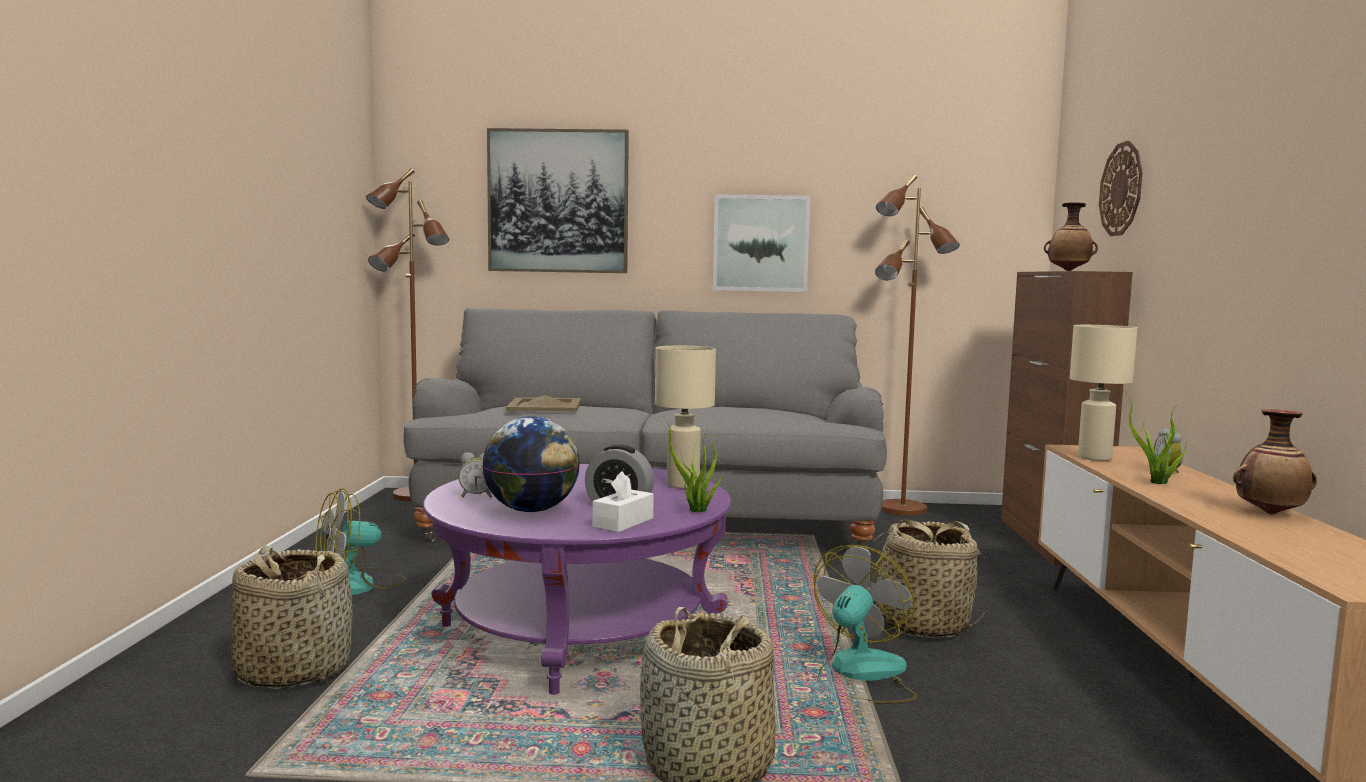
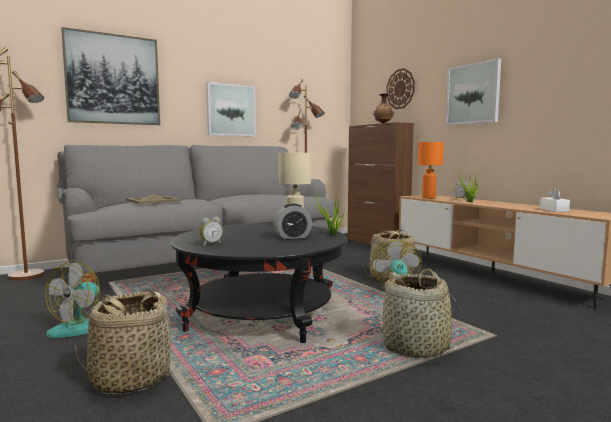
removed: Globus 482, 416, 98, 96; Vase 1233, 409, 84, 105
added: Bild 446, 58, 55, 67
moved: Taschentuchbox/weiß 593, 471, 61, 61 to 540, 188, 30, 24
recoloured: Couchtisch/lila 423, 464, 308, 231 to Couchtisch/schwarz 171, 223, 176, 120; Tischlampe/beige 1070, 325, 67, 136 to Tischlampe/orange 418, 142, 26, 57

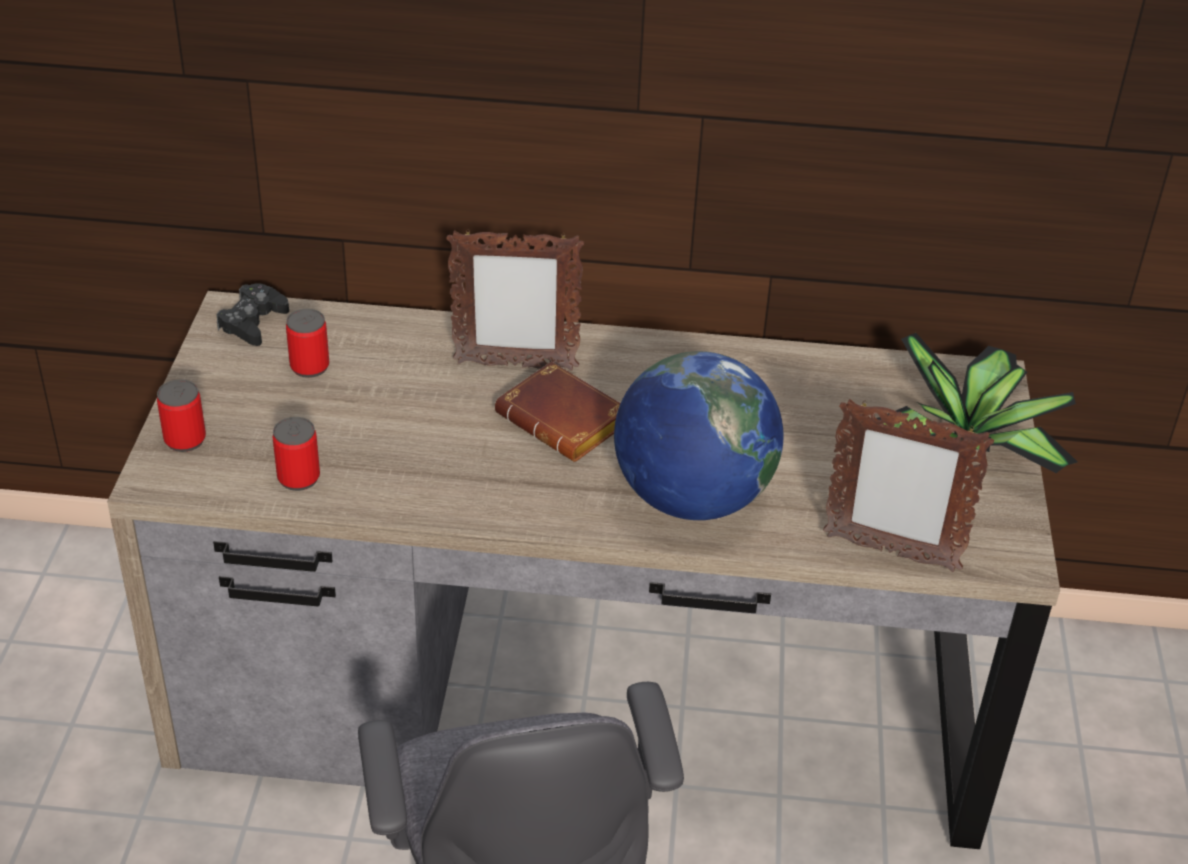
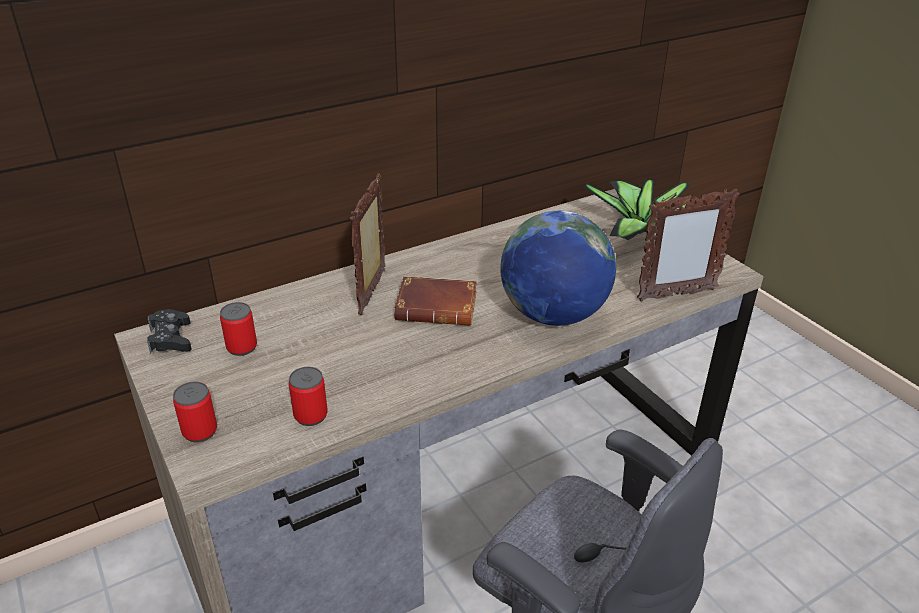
turned: Bilderrahmen 446, 229, 138, 142 = 350, 173, 36, 142 135 degrees clockwise

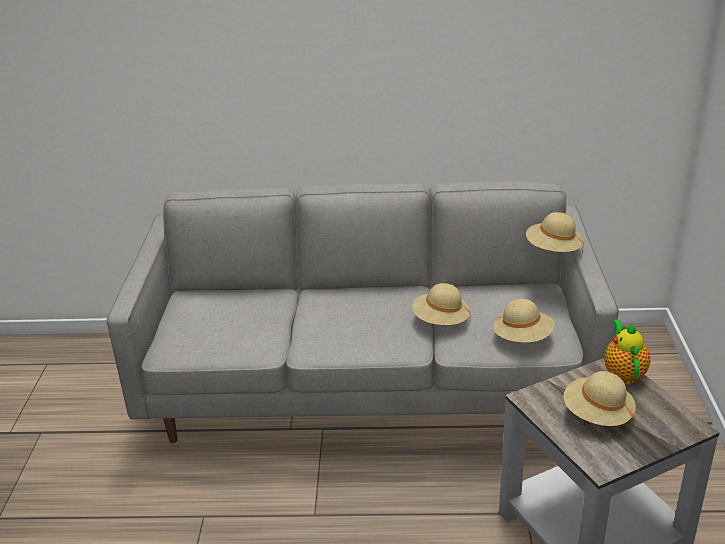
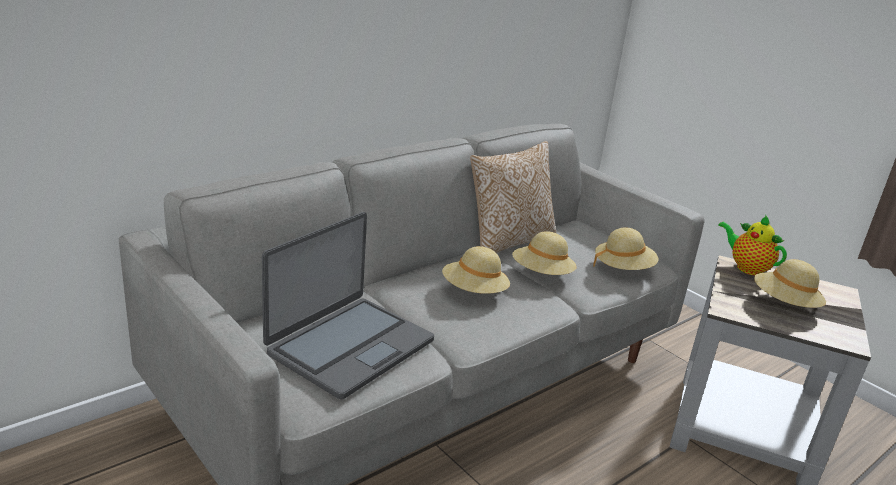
added: Laptop 262, 212, 172, 187; Kissen 470, 141, 86, 112
moved: Hut/beige 526, 212, 58, 41 to 442, 246, 68, 48

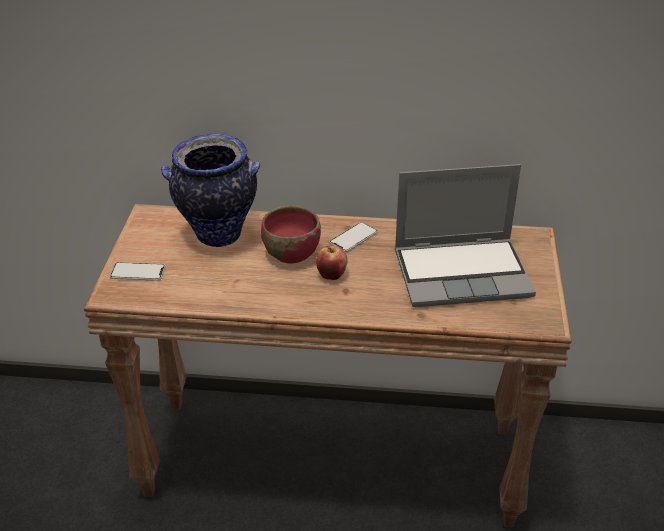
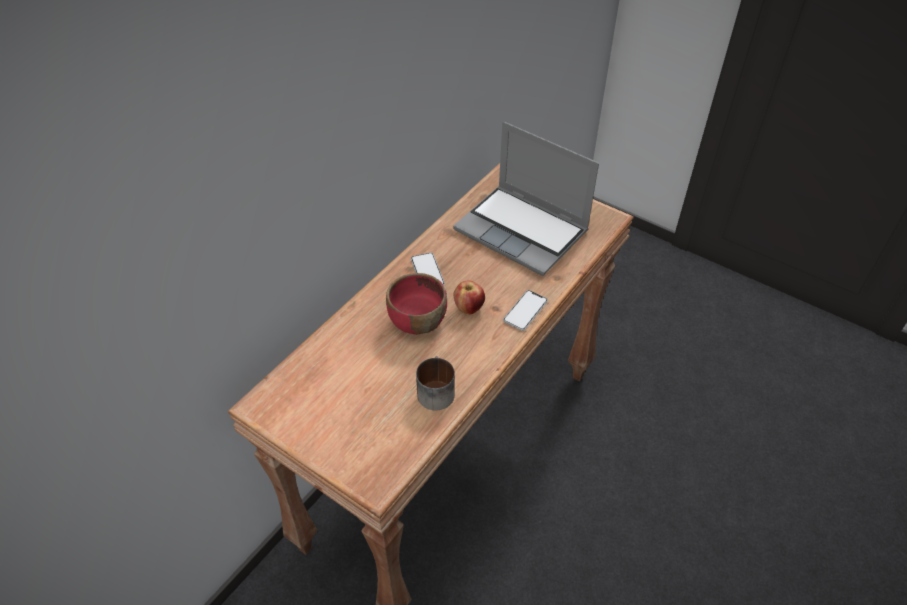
removed: Vase 161, 134, 99, 113
added: Henkelbecher 416, 356, 39, 54
moved: Handy 110, 262, 55, 19 to 503, 290, 45, 41
turned: Laptop 395, 164, 141, 143 = 453, 121, 146, 155 105 degrees clockwise

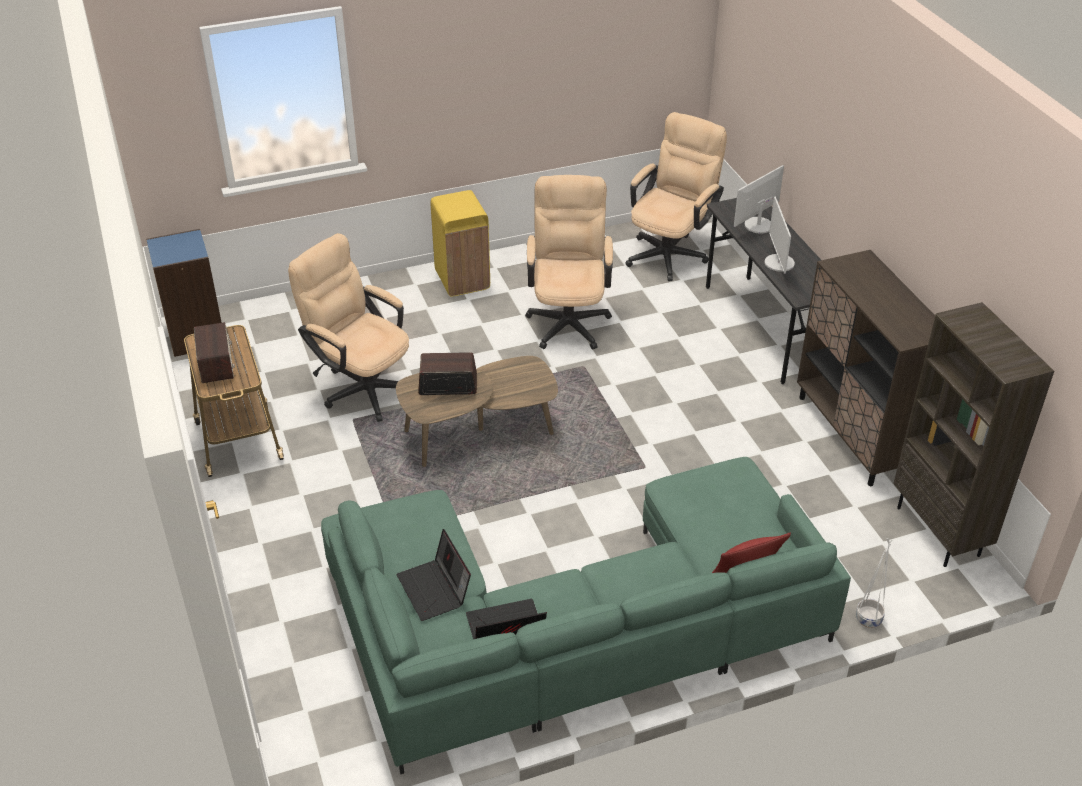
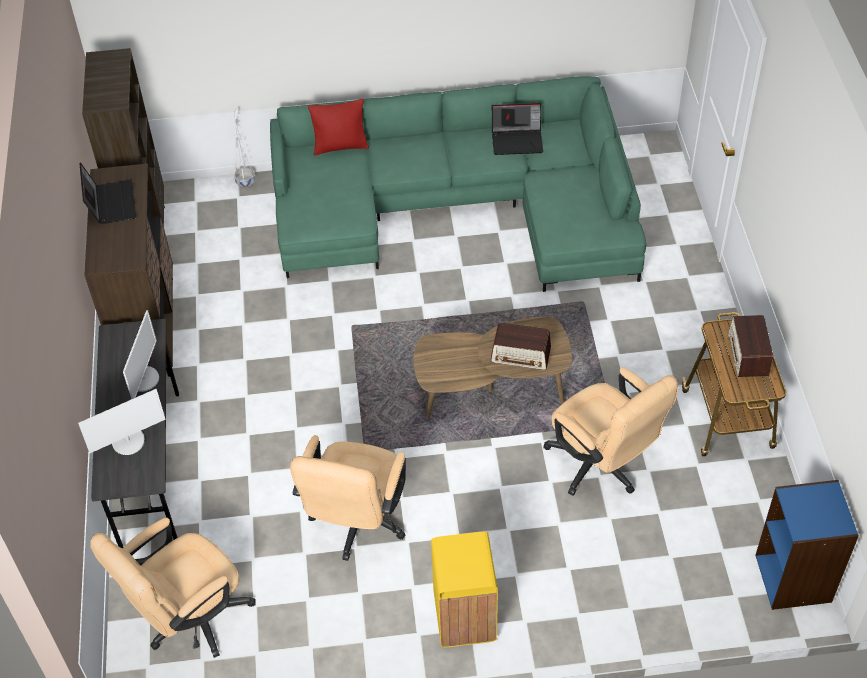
moved: Laptop 396, 529, 75, 92 to 79, 162, 57, 62

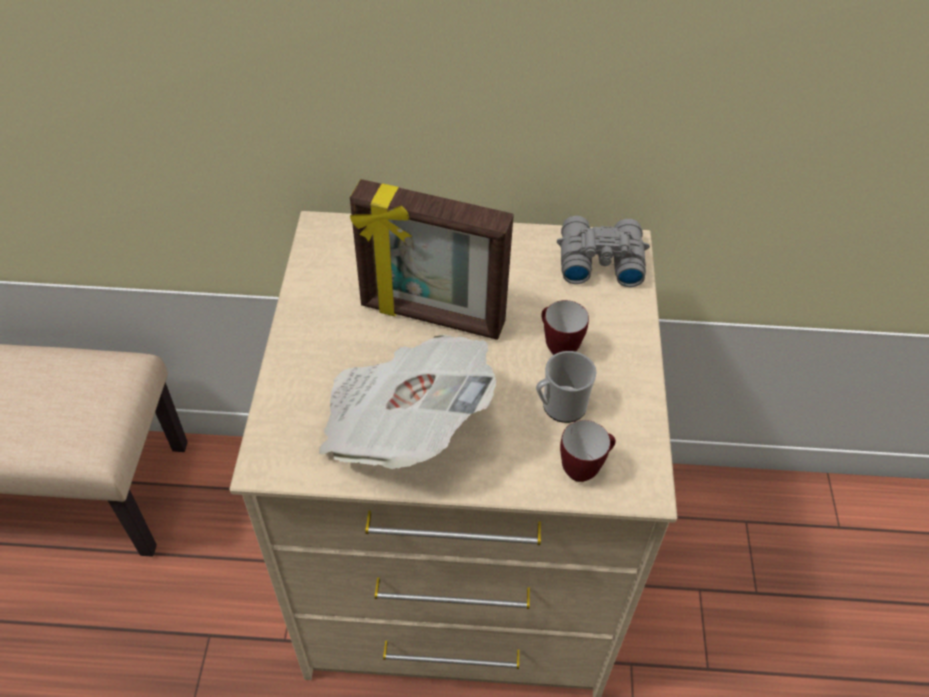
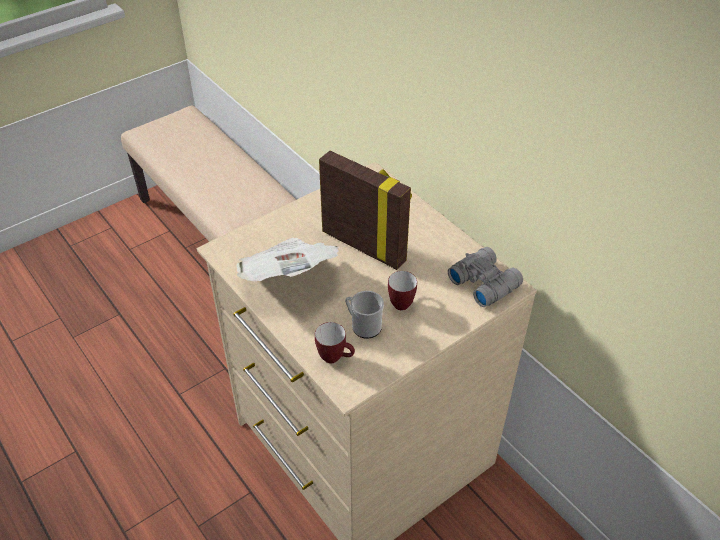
turned: Bilderrahmen 350, 179, 164, 161 = 319, 151, 93, 119 150 degrees clockwise

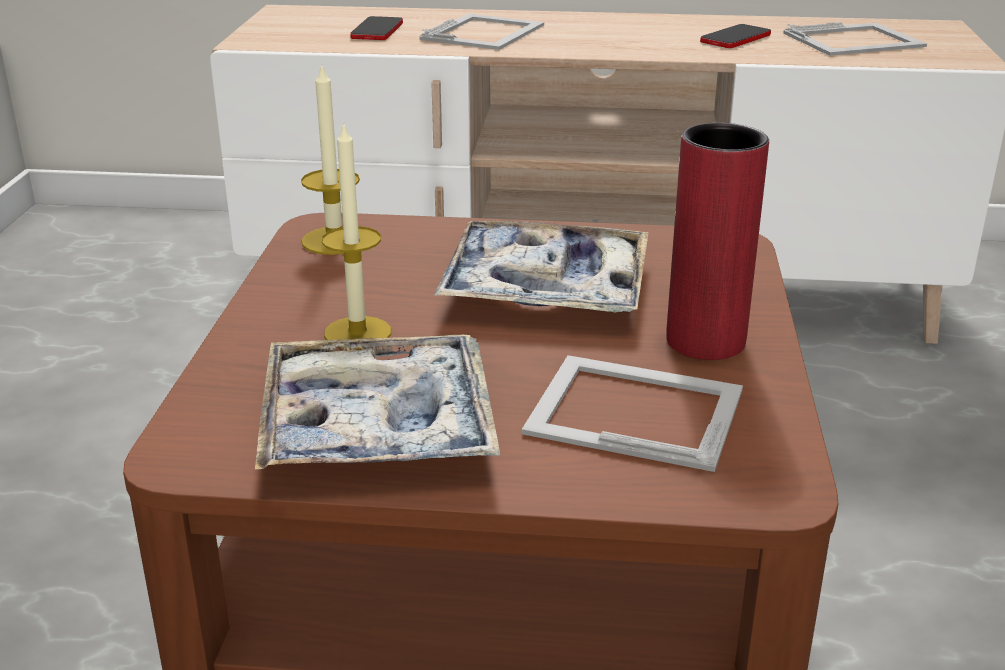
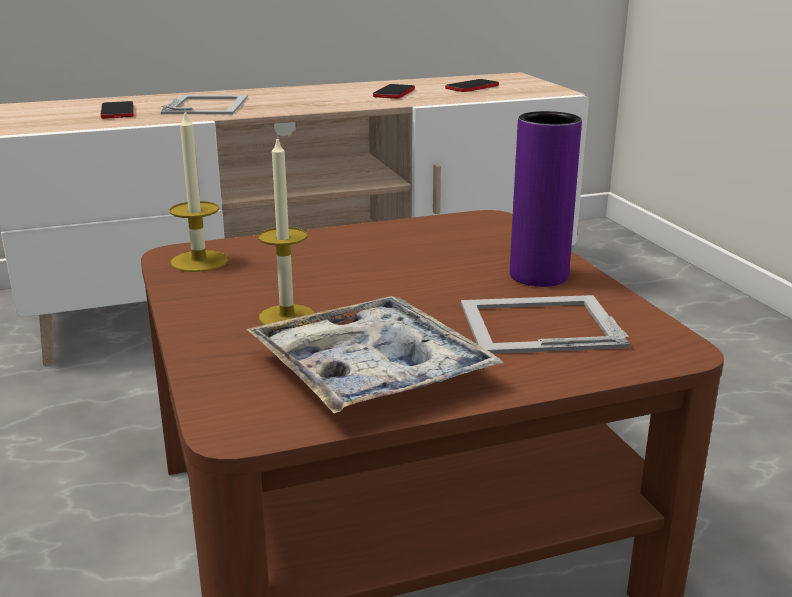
removed: Tablett 434, 221, 215, 91
replaced: Bilderrahmen 783, 22, 144, 34 to Handy 445, 79, 54, 13
recoloured: Vase/rot 666, 123, 103, 237 to Vase/lila 510, 111, 72, 176

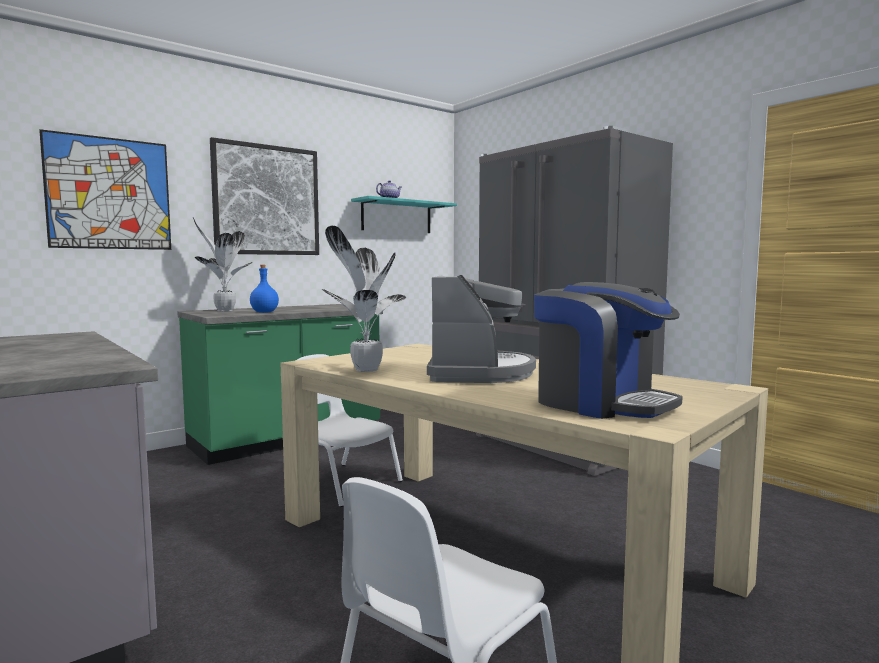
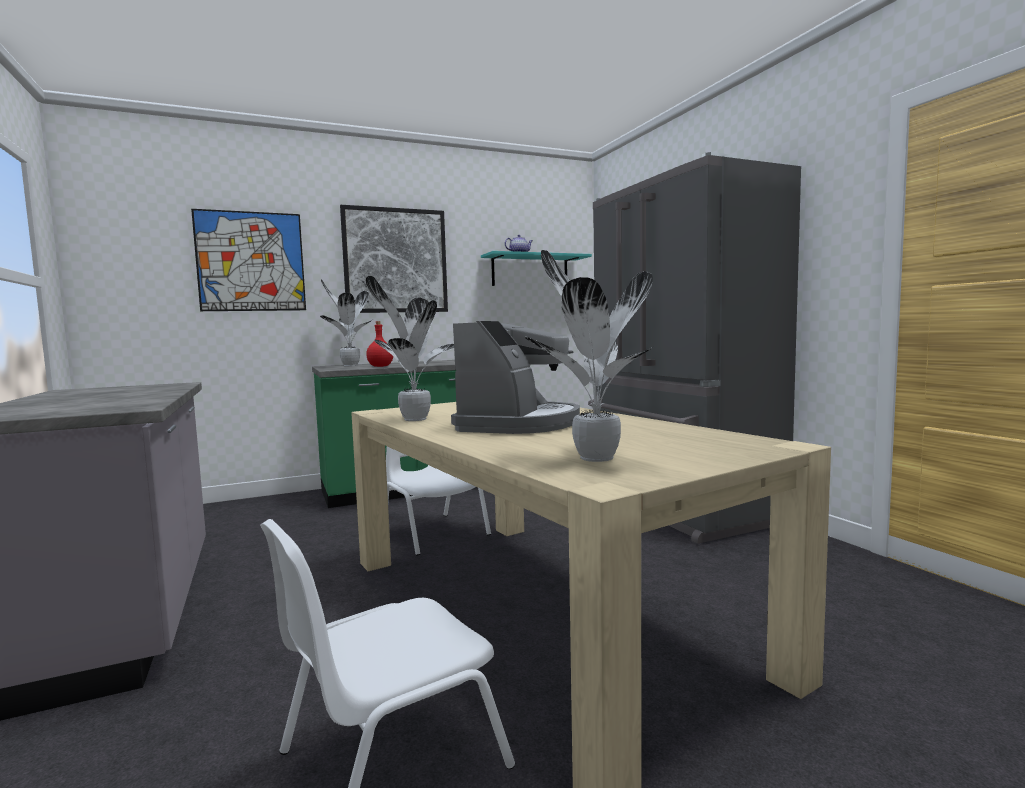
replaced: Kaffeemaschine 534, 282, 149, 137 to Topfpflanze 525, 250, 128, 212
recoloured: Flasche/blau 250, 265, 29, 48 to Flasche/rot 366, 321, 27, 46

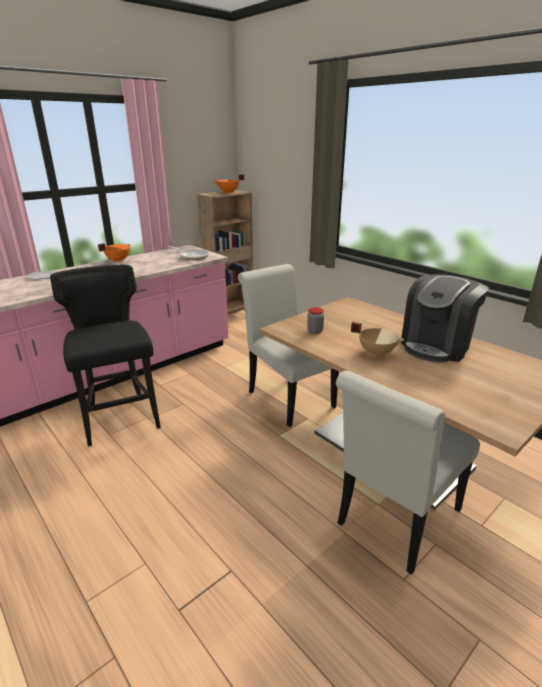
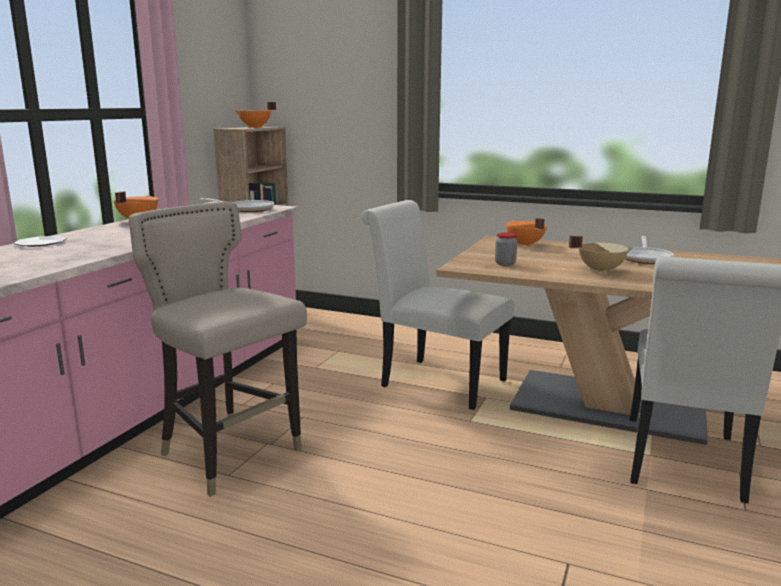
added: Kochtopf/orange 506, 218, 41, 29
replaced: Kaffeemaschine 401, 274, 88, 89 to Pfanne 625, 236, 49, 28
recoloured: Hocker/schwarz 50, 265, 111, 181 to Hocker/beige 129, 202, 178, 295

